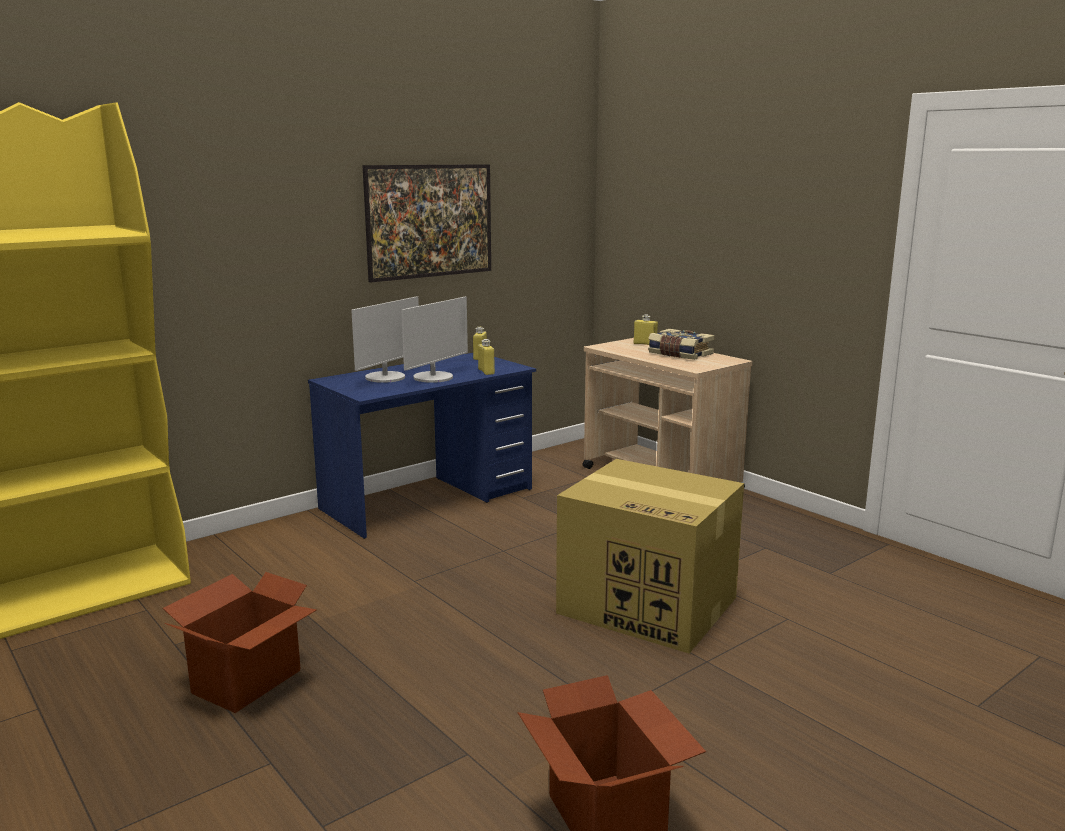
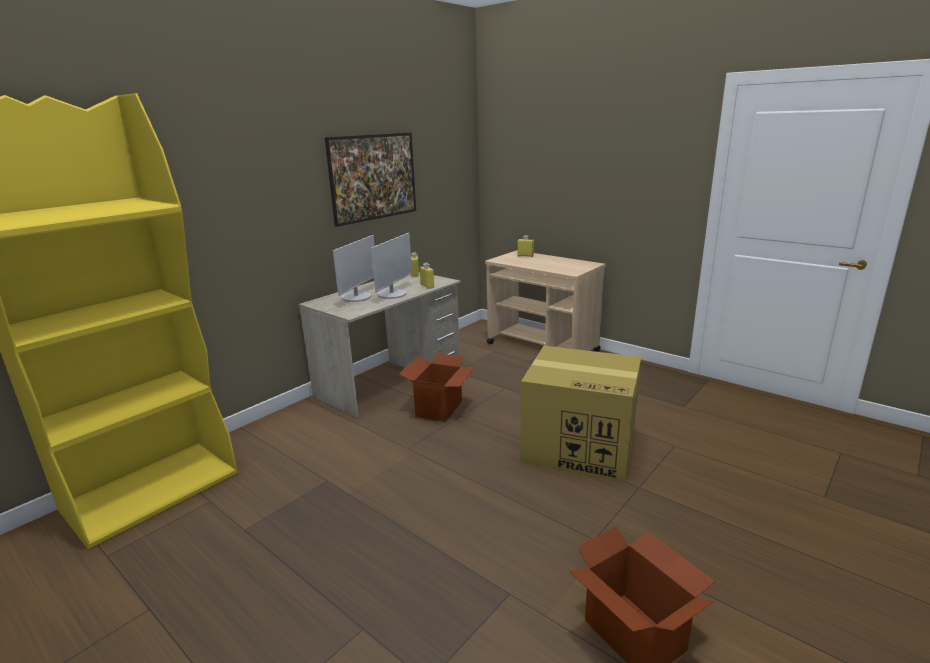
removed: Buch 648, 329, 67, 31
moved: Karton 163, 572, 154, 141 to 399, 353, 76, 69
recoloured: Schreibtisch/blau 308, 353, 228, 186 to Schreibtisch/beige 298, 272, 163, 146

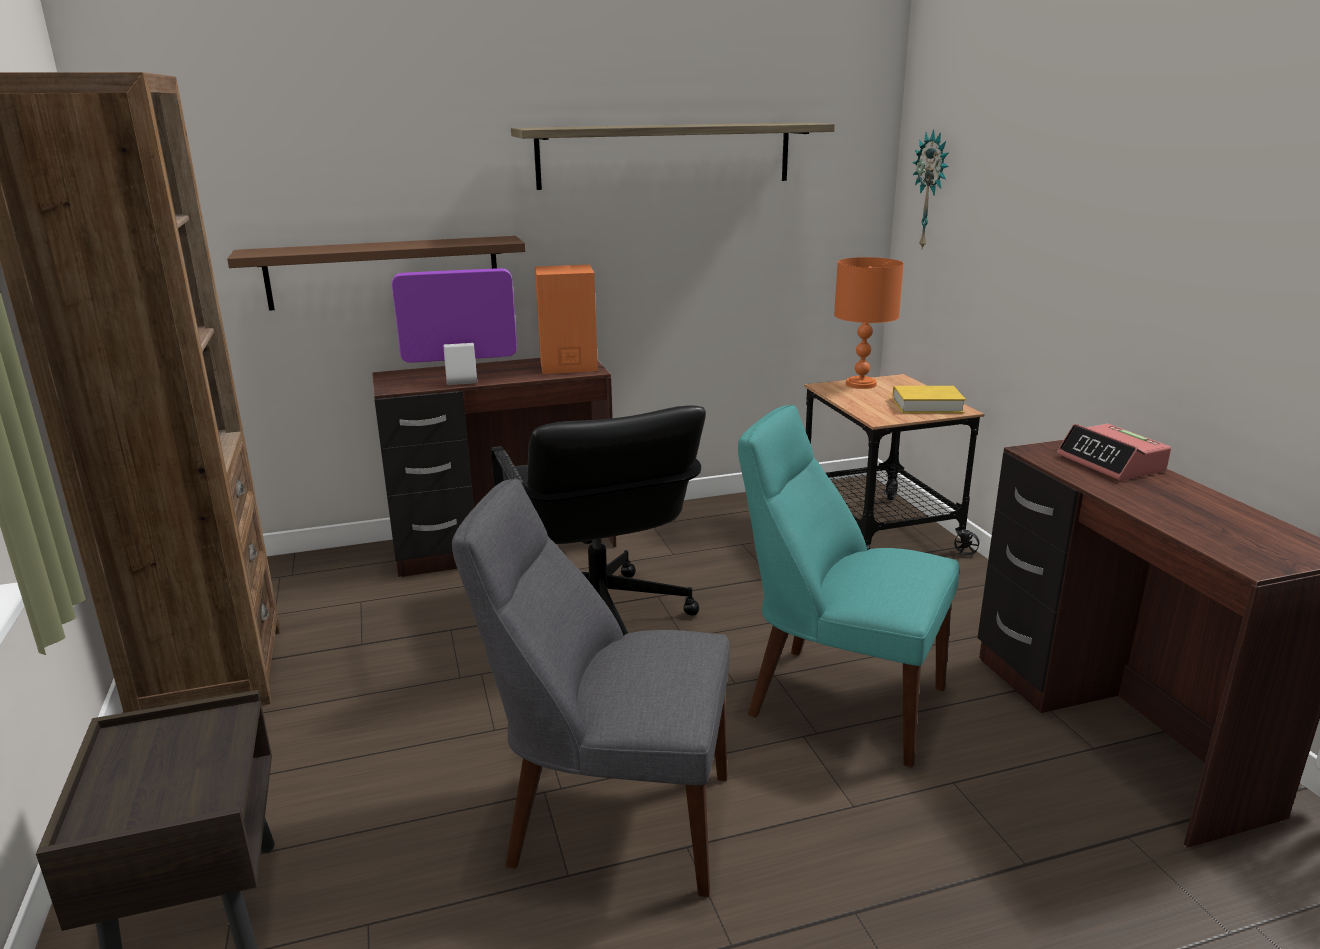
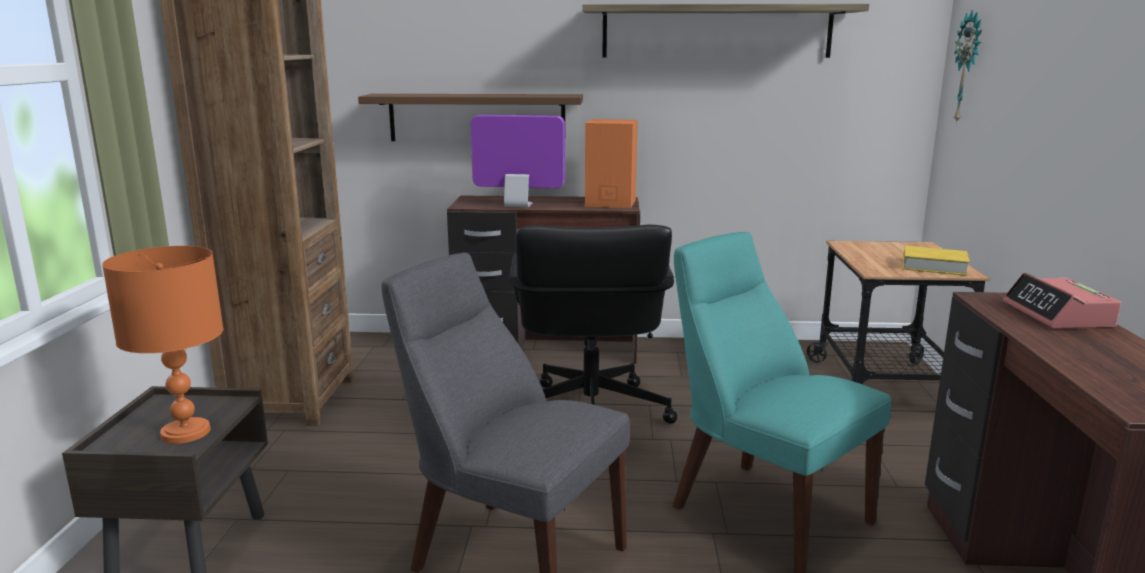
moved: Tischlampe/orange 834, 257, 70, 132 to 102, 246, 121, 198

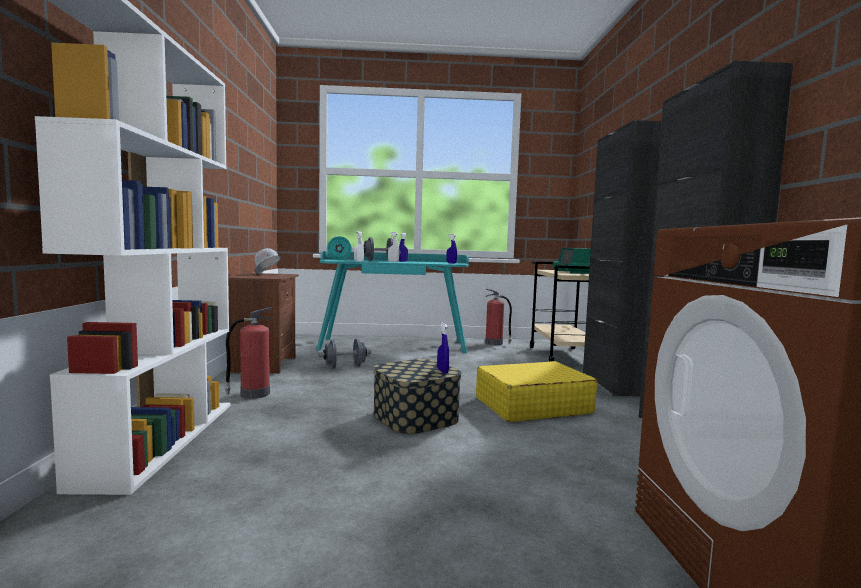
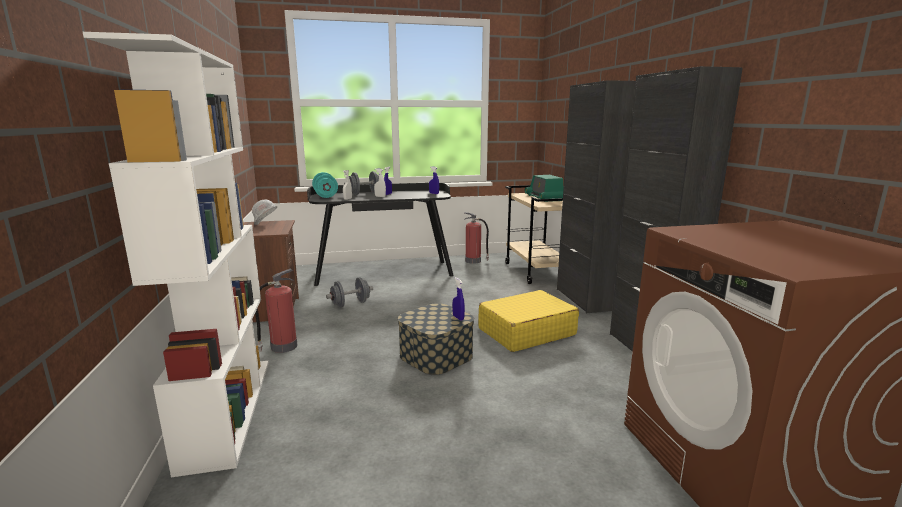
recoloured: Schreibtisch/türkis 317, 251, 152, 102 to Schreibtisch/schwarz 307, 183, 147, 103

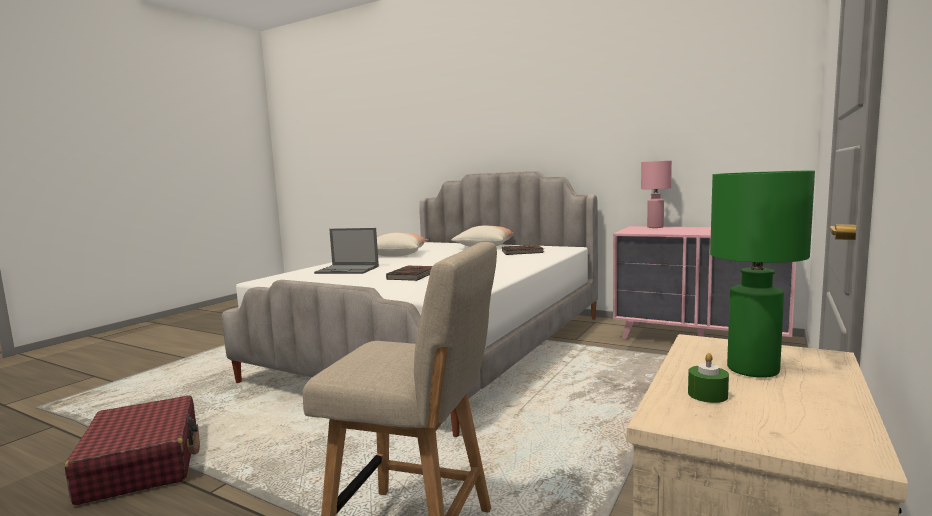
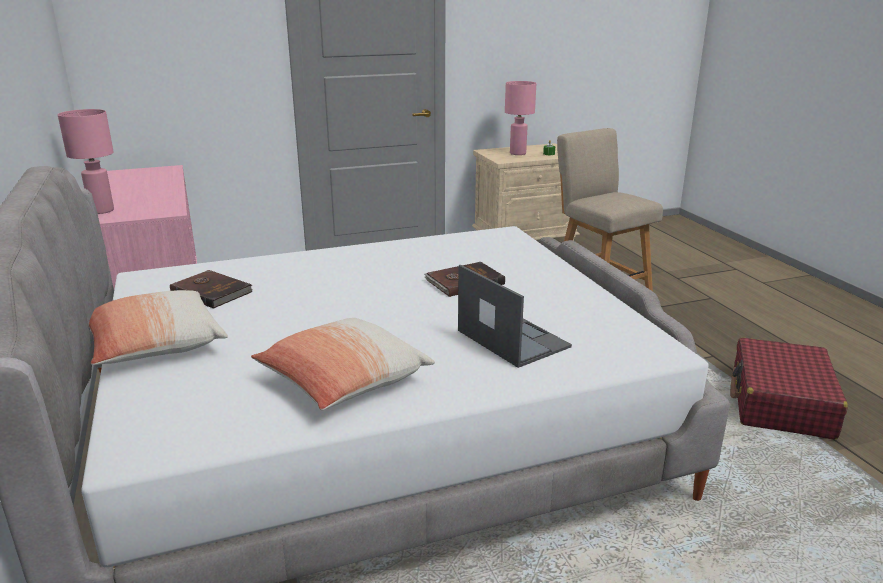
recoloured: Tischlampe/grün 710, 170, 105, 208 to Tischlampe/rosa 505, 81, 31, 74

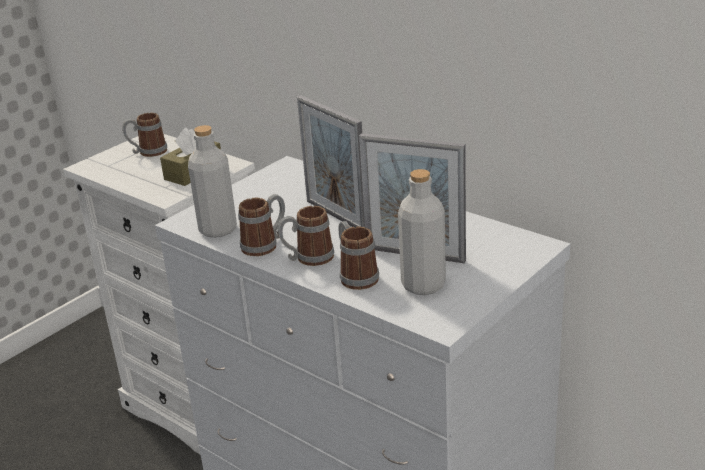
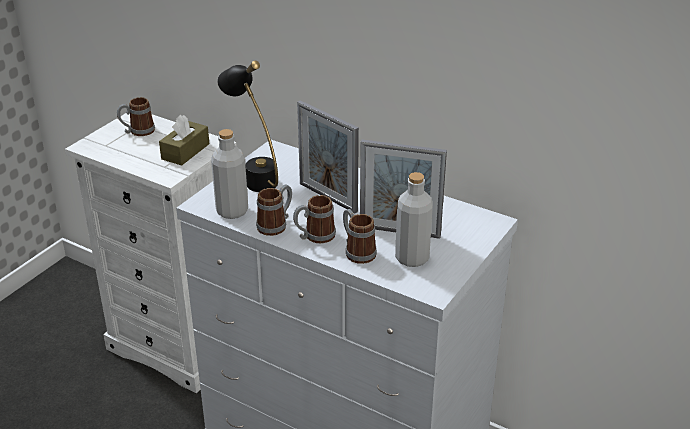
added: Tischlampe/schwarz 217, 61, 61, 131

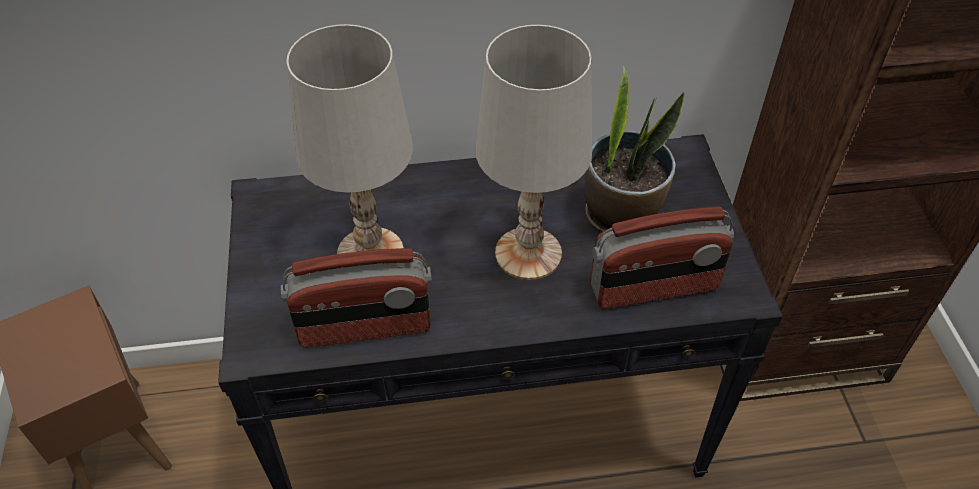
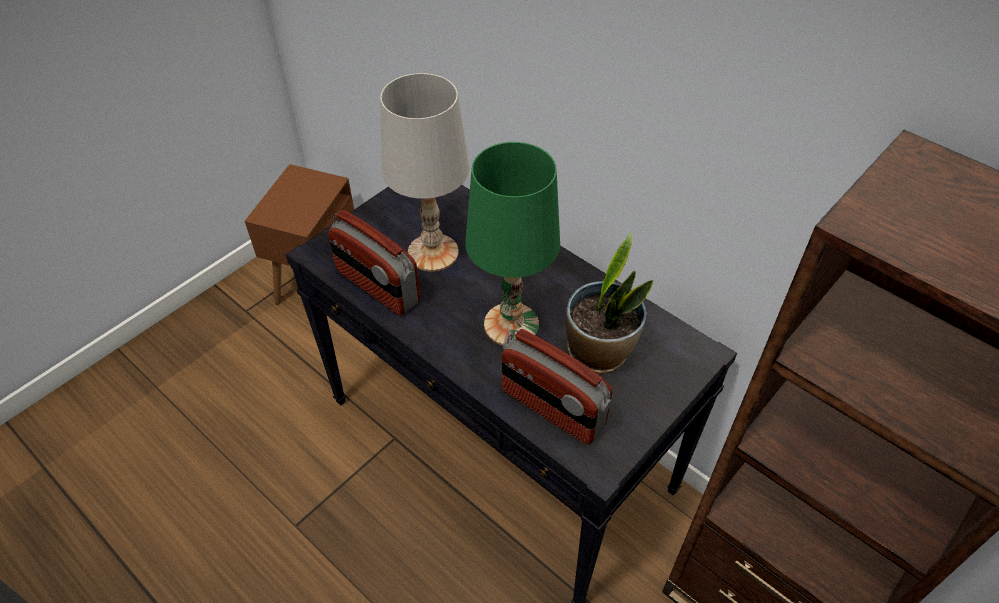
recoloured: Tischlampe/weiß 475, 25, 117, 255 to Tischlampe/grün 465, 142, 95, 204

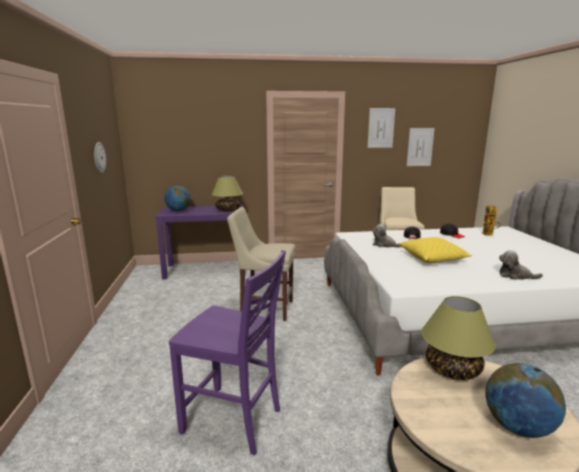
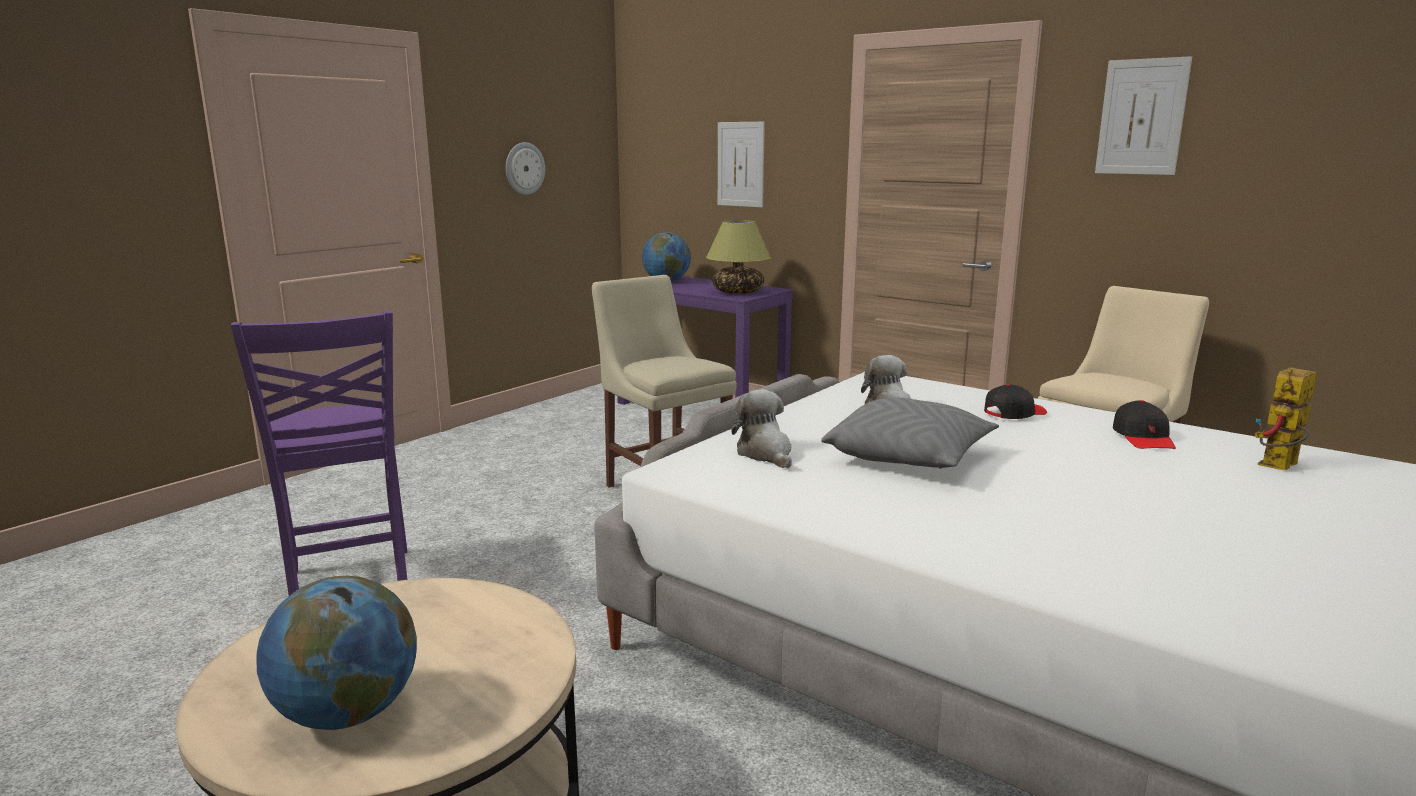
removed: Tischlampe 421, 296, 75, 84
moved: Bild 407, 128, 28, 38 to 718, 122, 47, 86; Plüschtier 499, 250, 44, 30 to 731, 389, 61, 80
recoloured: Kissen/gelb 399, 237, 73, 26 to Kissen/grau 821, 397, 178, 72

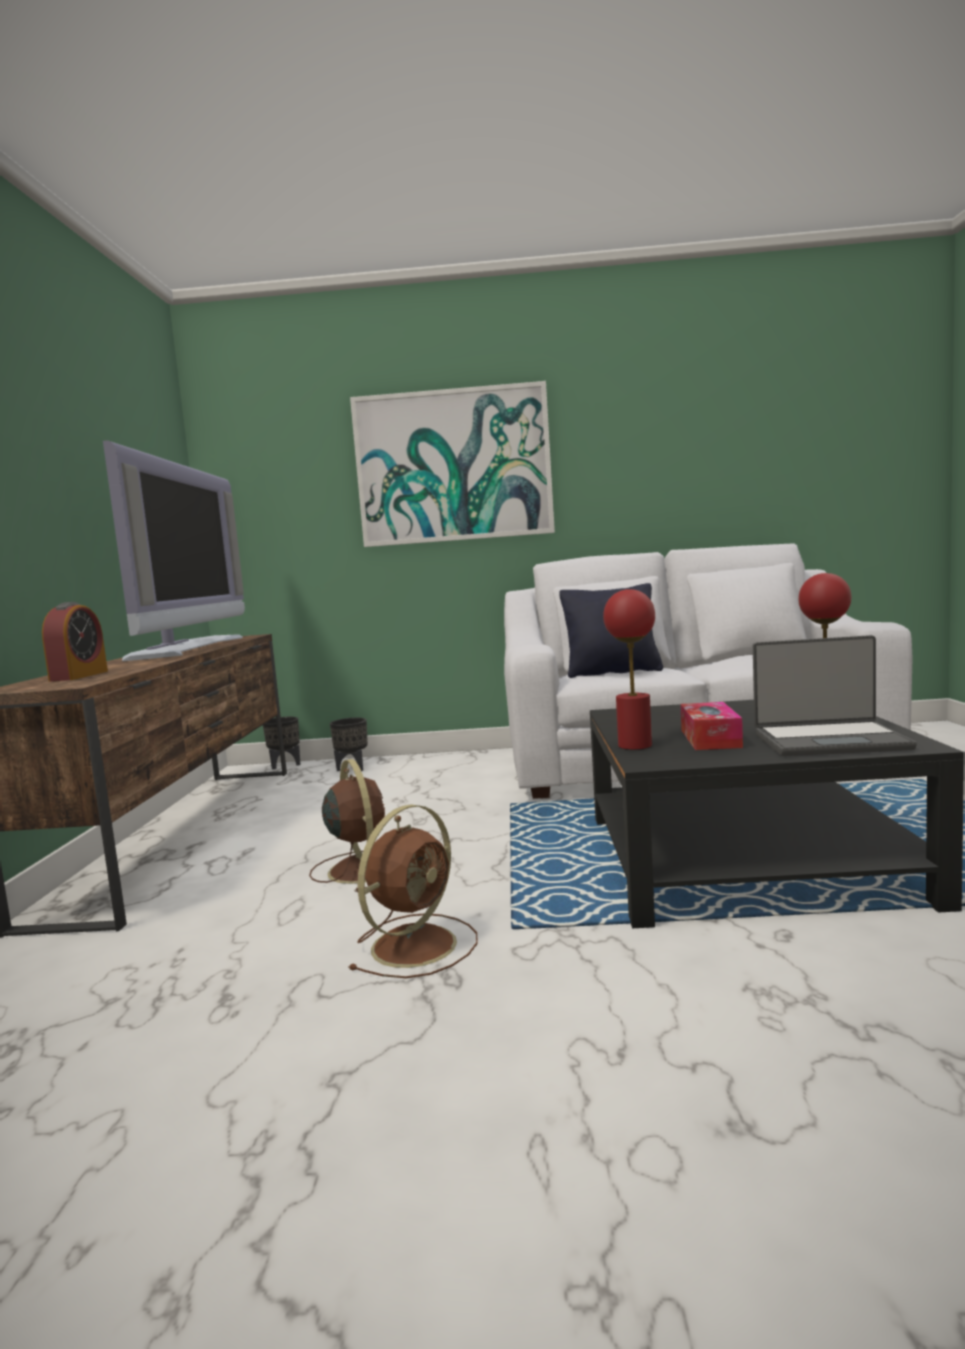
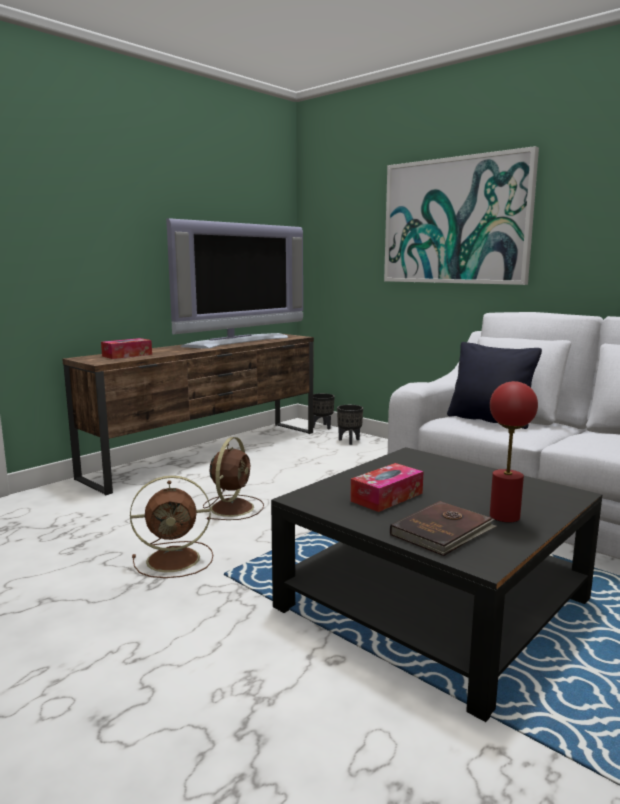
removed: Tischlampe/rot 603, 589, 52, 161
replaced: Wecker 42, 602, 66, 80 to Taschentuchbox 101, 338, 51, 21; Laptop 753, 635, 163, 121 to Buch/braun 390, 501, 107, 55

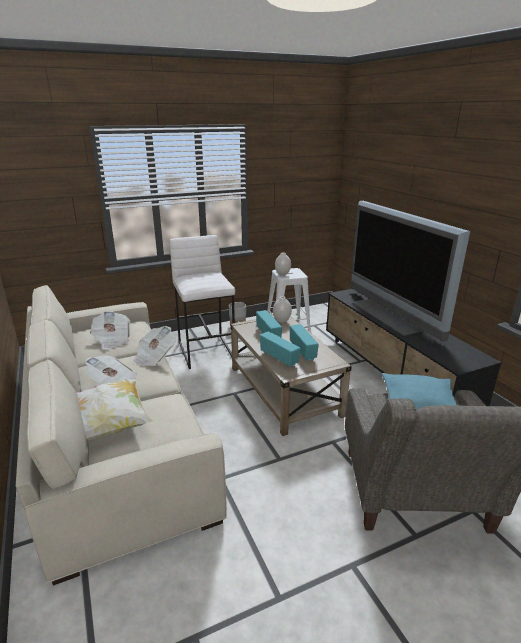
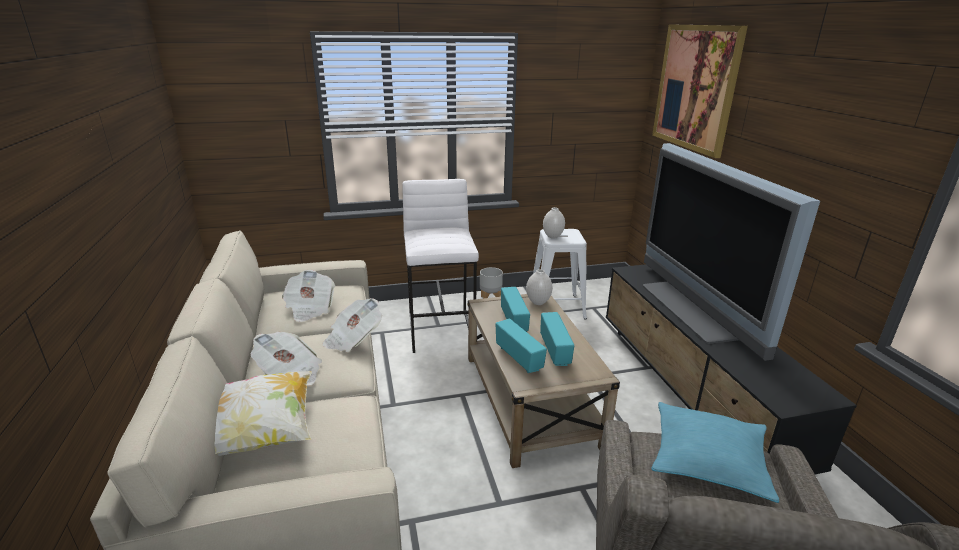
added: Bild 652, 24, 96, 134

